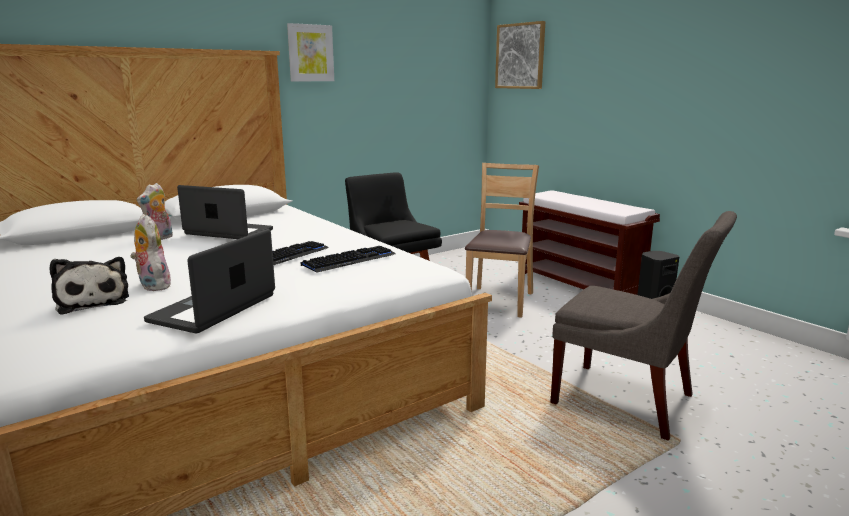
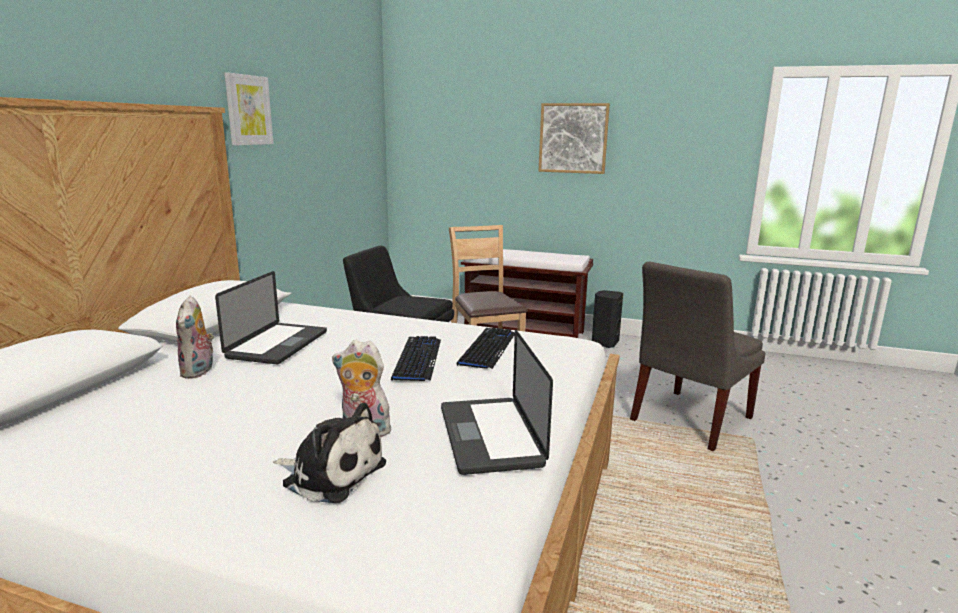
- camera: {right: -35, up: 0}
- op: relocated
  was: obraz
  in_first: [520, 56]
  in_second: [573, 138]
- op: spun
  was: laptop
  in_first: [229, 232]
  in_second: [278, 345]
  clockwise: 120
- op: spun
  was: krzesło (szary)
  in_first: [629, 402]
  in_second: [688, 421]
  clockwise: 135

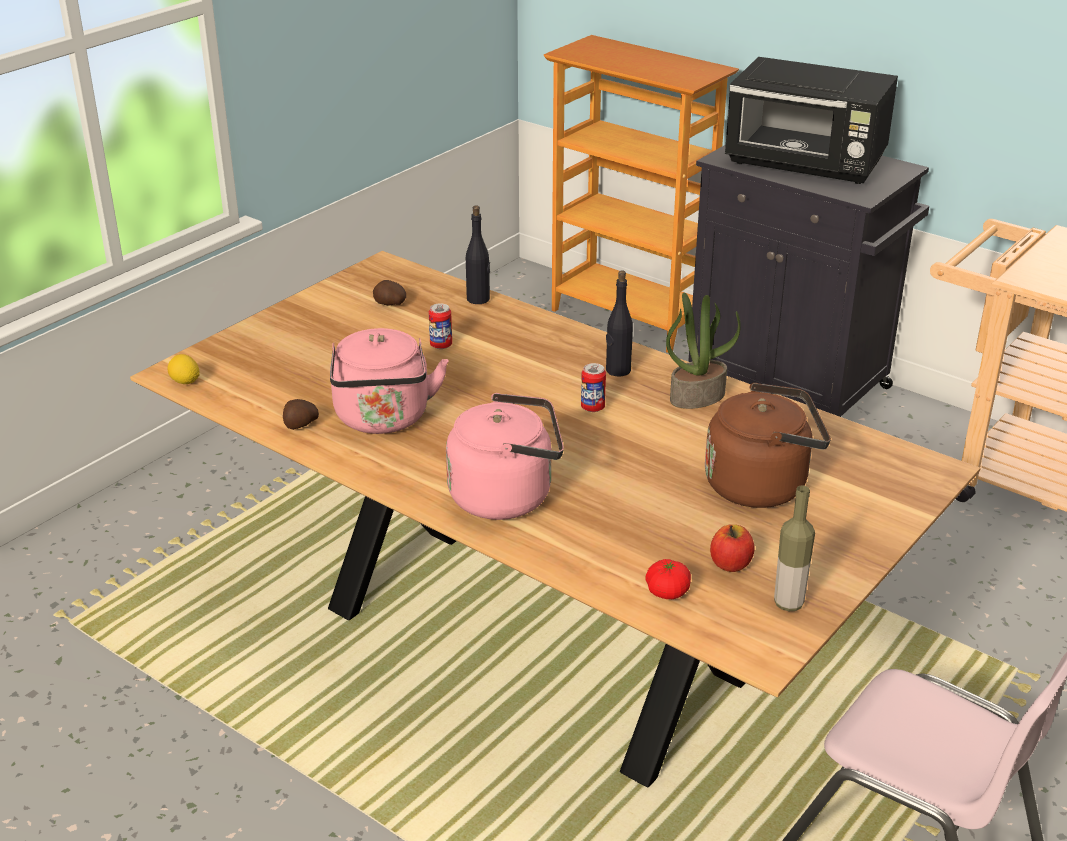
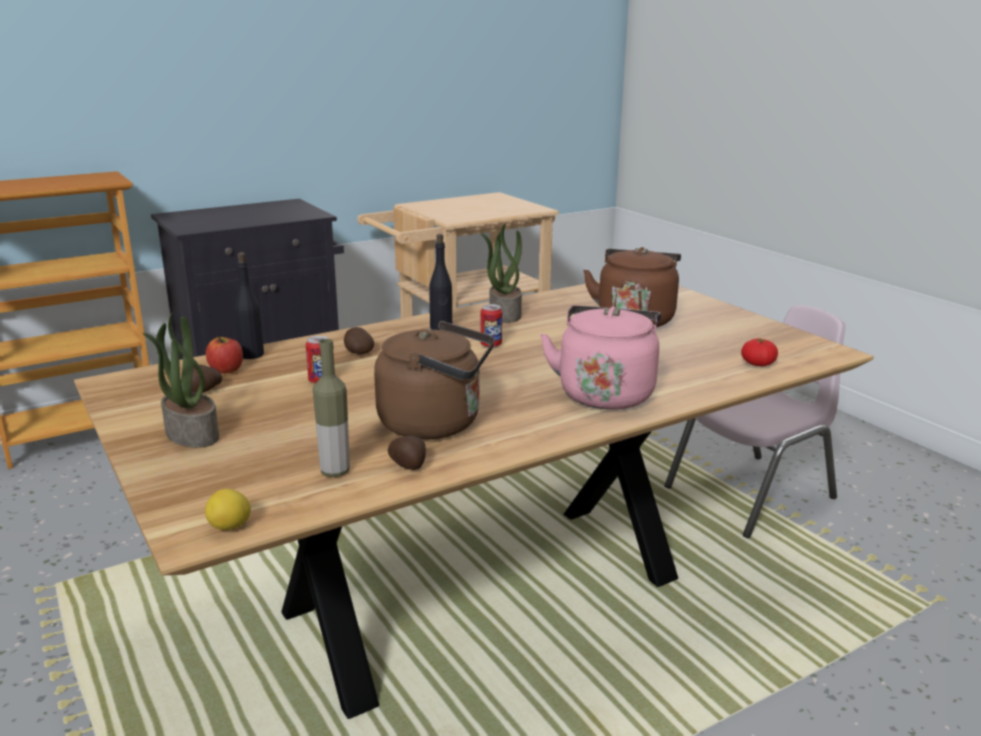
- camera: {right: -70, up: -10}
- op: missing
  was: mikrofalówka (czarny)
  in_first: [806, 164]
- op: colour
  was: czajnik (różowy)
  now: czajnik (brązowy)
  in_first: [383, 420]
  in_second: [436, 424]
- op: relocated
  was: butelka
  in_first: [788, 603]
  in_second: [335, 471]
- op: relocated
  was: jabłko
  in_first: [730, 564]
  in_second: [226, 370]
- op: appeared
  now: roślina doniczkowa
  in_second: [190, 434]
- op: appeared
  now: ziemniak
  in_second: [358, 353]

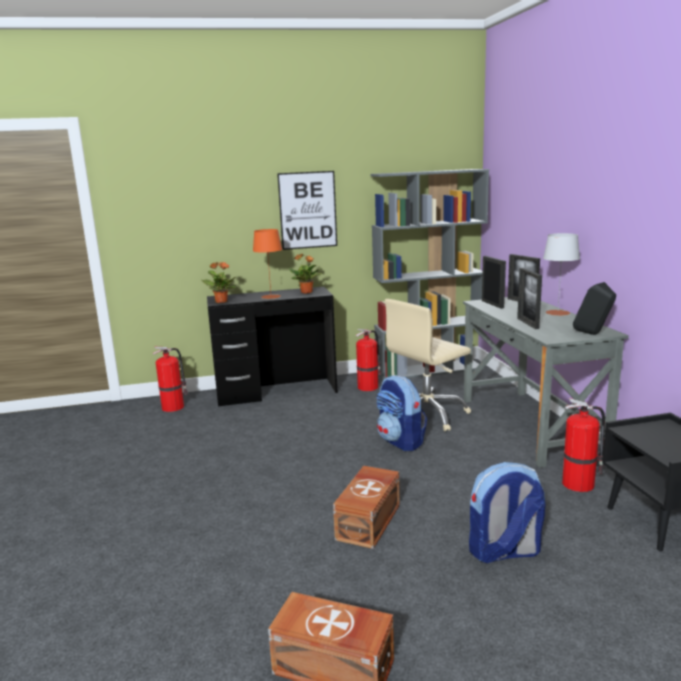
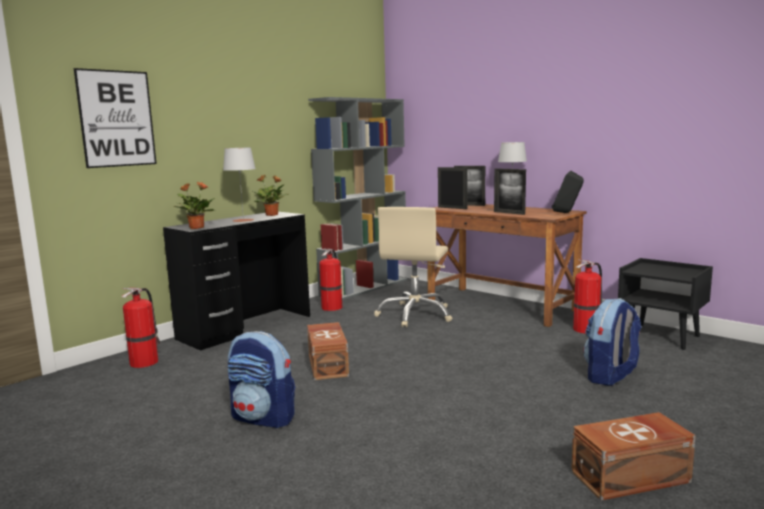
- camera: {right: -35, up: -5}
- op: relocated
  was: obraz
  in_first: [308, 210]
  in_second: [117, 118]
- op: colour
  was: lampa stołowa (pomarańczowy)
  now: lampa stołowa (szary)
  in_first: [271, 297]
  in_second: [243, 220]
- op: colour
  was: biurko (szary)
  now: biurko (brązowy)
  in_first: [530, 425]
  in_second: [501, 305]
- op: relocated
  was: plecak
  in_first: [401, 441]
  in_second: [264, 418]
- op: relocated
  was: pojemnik do przechowywania (brązowy)
  in_first: [370, 521]
  in_second: [329, 364]

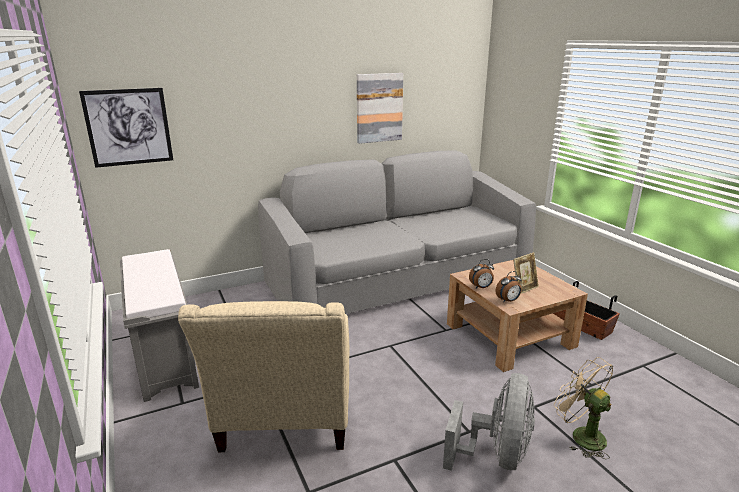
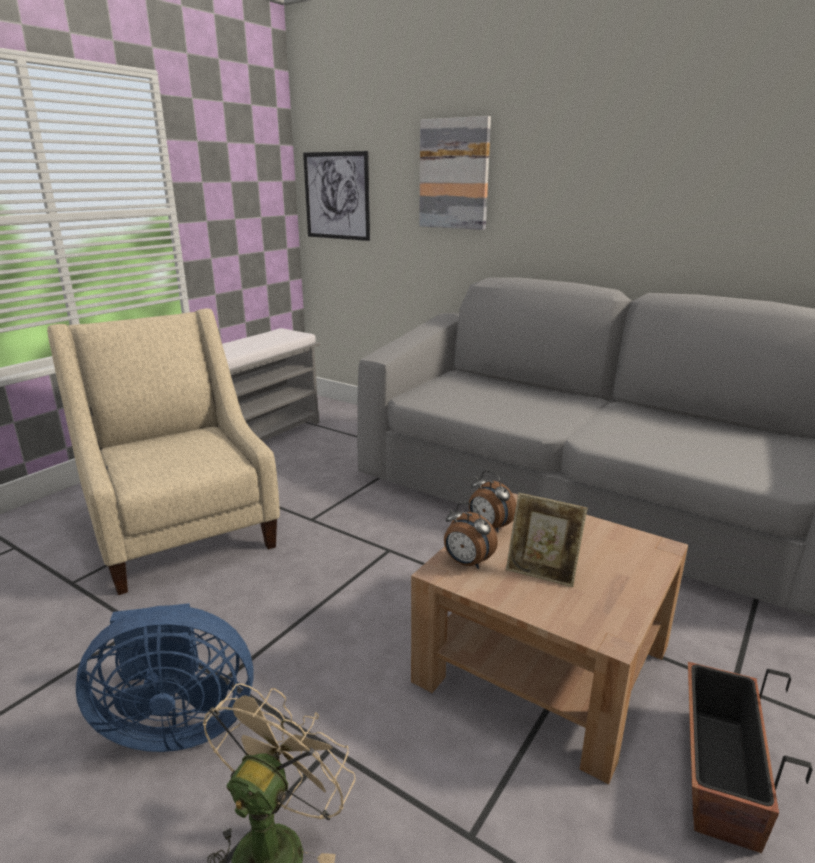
- camera: {right: 60, up: 0}
- op: relocated
  was: obraz
  in_first: [379, 108]
  in_second: [454, 174]
- op: spun
  was: fotel (beżowy)
  in_first: [285, 422]
  in_second: [182, 531]
  clockwise: 90
- op: colour
  was: wentylator (szary)
  now: wentylator (niebieski)
  in_first: [496, 455]
  in_second: [176, 725]

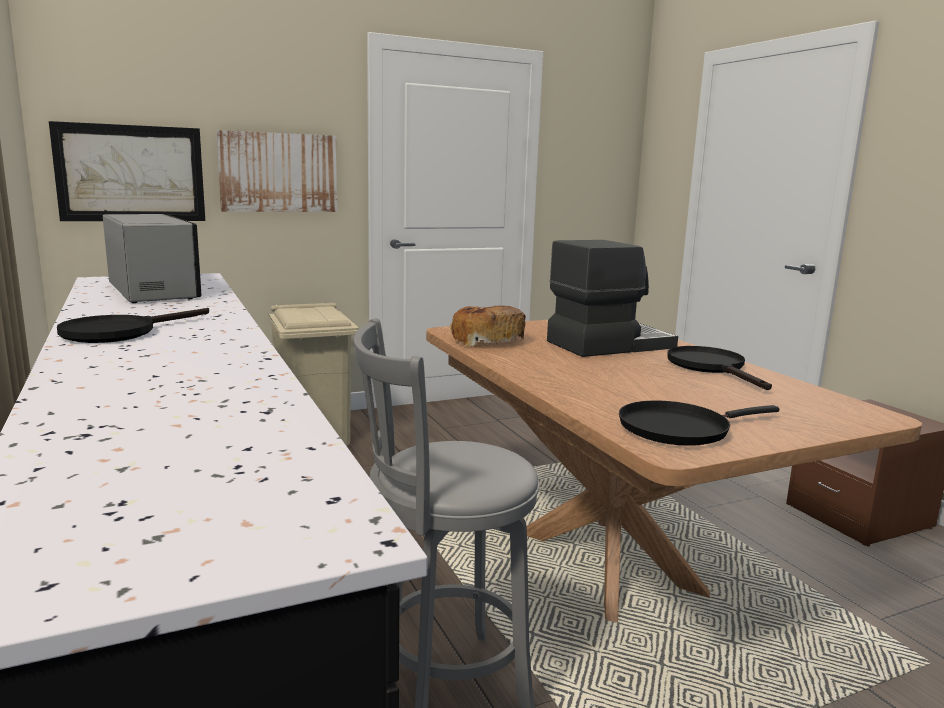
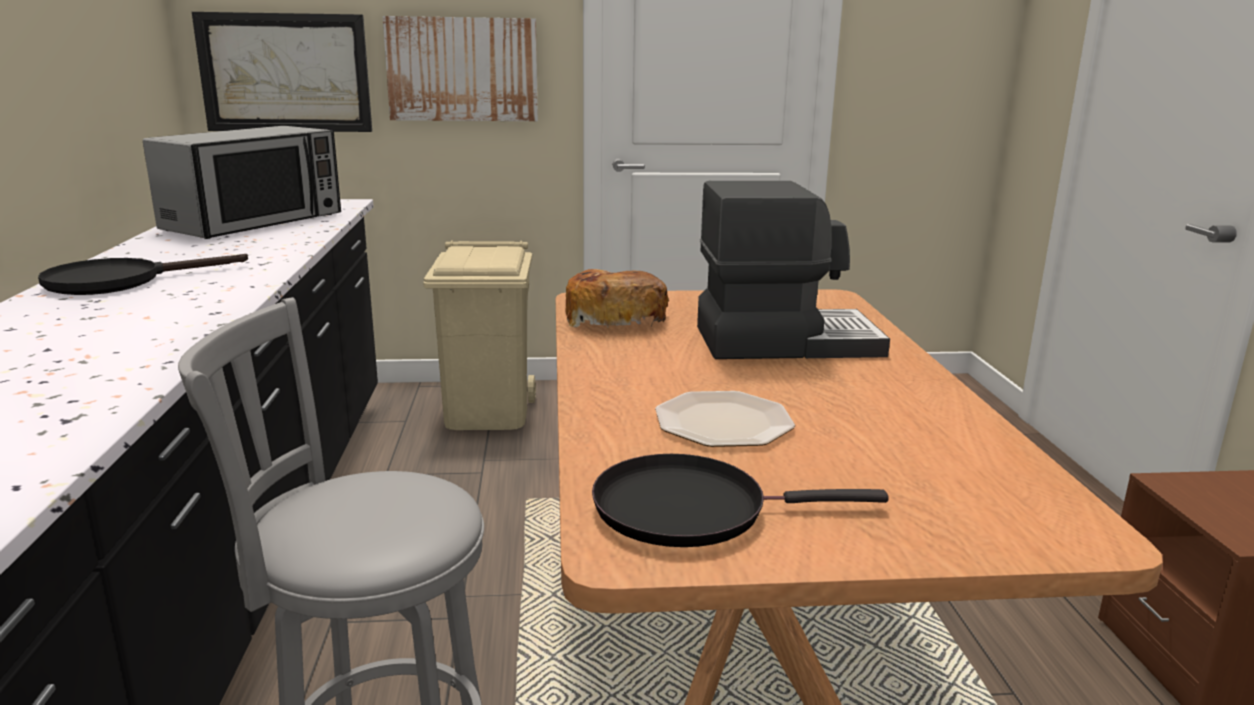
- camera: {right: 20, up: 5}
- op: spun
  was: mikrofalówka
  in_first: [153, 290]
  in_second: [255, 222]
  clockwise: 45
- op: missing
  was: patelnia (czarny)
  in_first: [711, 367]
- op: appeared
  now: talerz
  in_second: [723, 423]

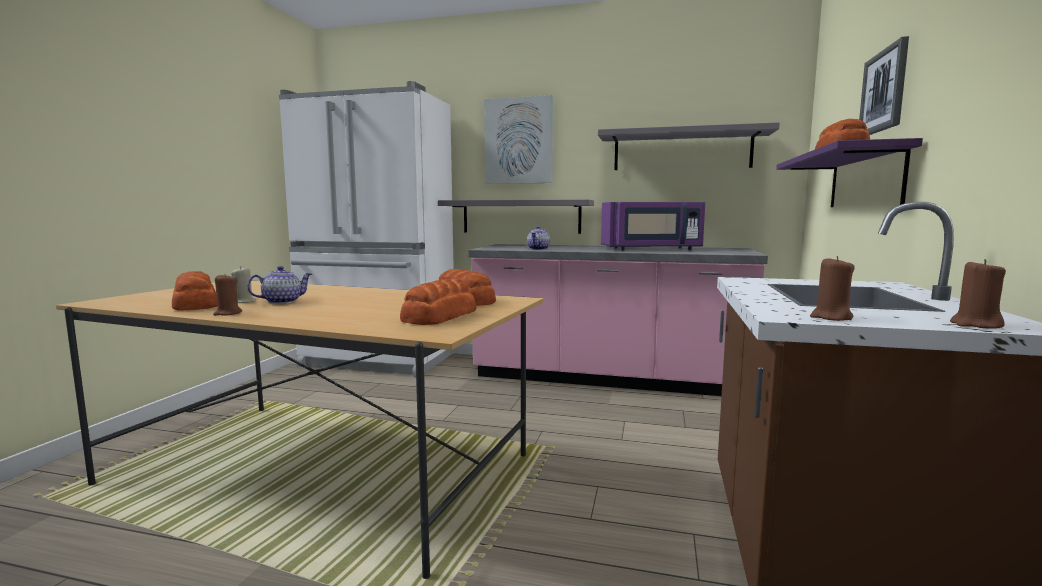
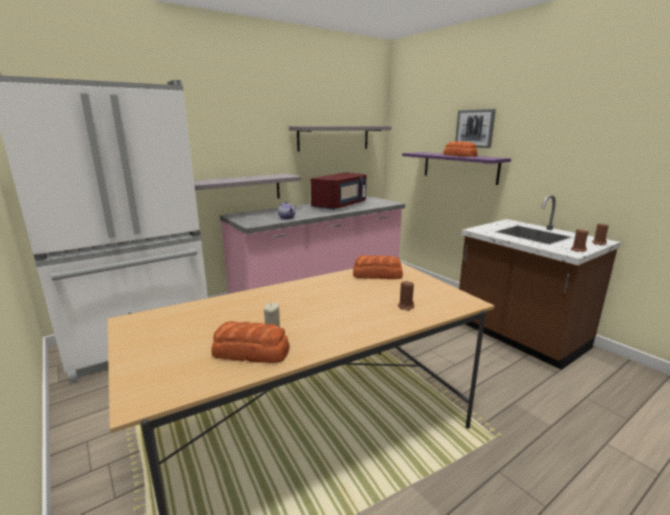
- camera: {right: -50, up: 10}
- op: missing
  was: obraz
  in_first: [519, 141]
- op: colour
  was: mikrofalówka (fioletowy)
  now: mikrofalówka (czerwony)
  in_first: [652, 249]
  in_second: [340, 206]
- op: missing
  was: imbryk
  in_first: [282, 301]
- op: relocated
  was: świeca (brązowy)
  in_first: [227, 313]
  in_second: [406, 306]
- op: missing
  was: chleb
  in_first: [439, 316]

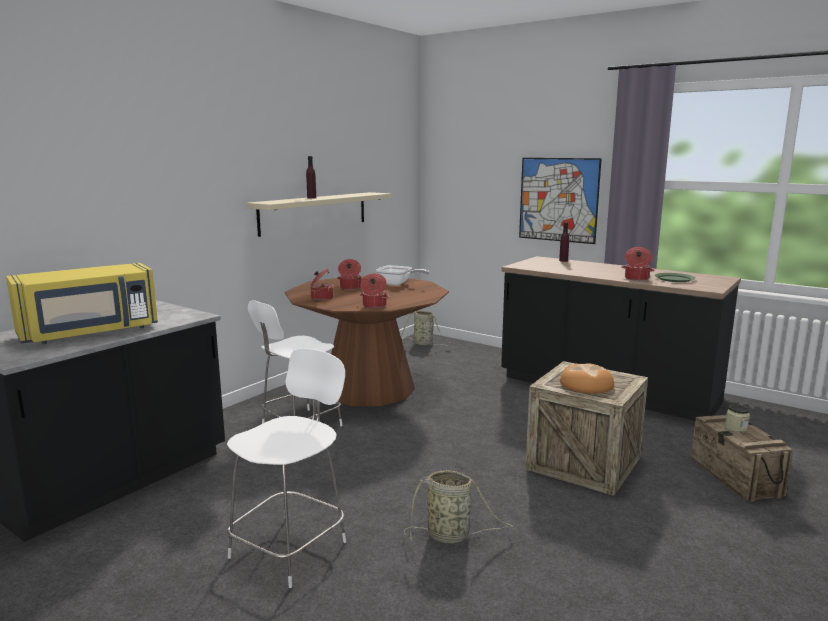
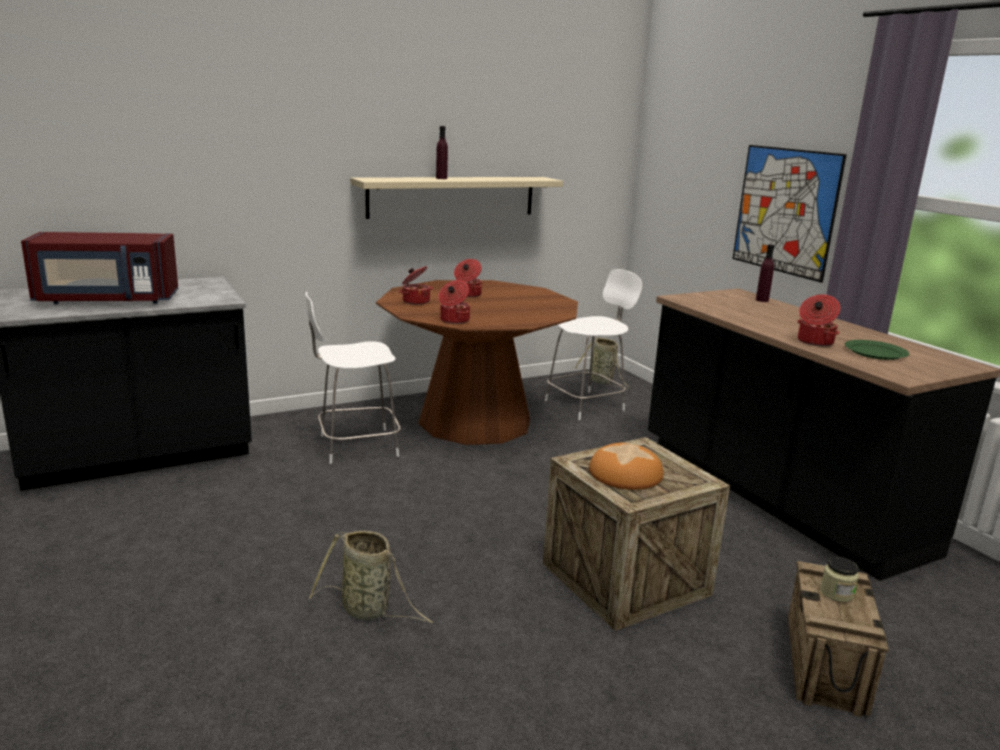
- camera: {right: 25, up: 5}
- op: colour
  was: mikrofalówka (żółty)
  now: mikrofalówka (czerwony)
  in_first: [90, 333]
  in_second: [107, 300]
- op: missing
  was: patelnia
  in_first: [398, 284]
- op: relocated
  was: krzesło (biały)
  in_first: [291, 547]
  in_second: [587, 405]

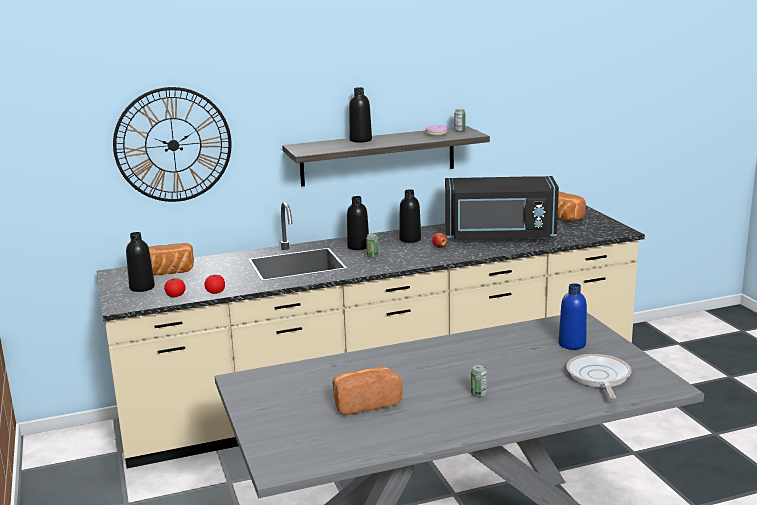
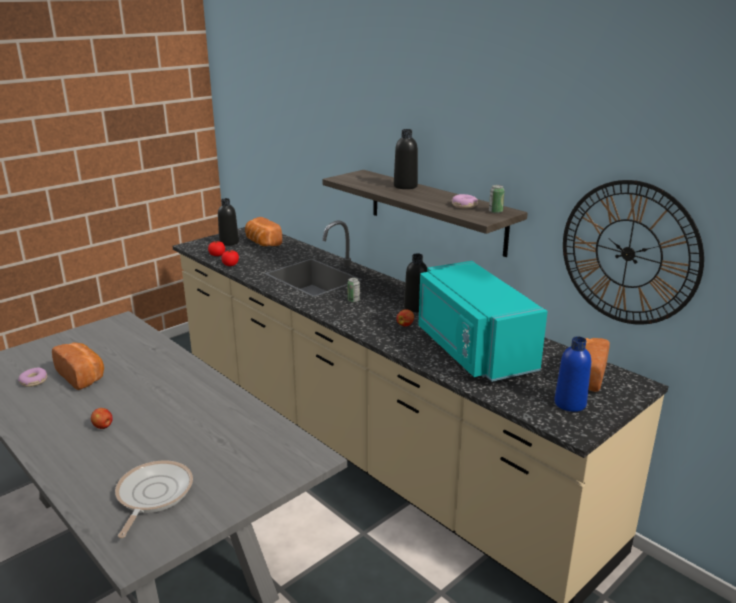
- camera: {right: 65, up: 5}
- op: relocated
  was: zegar ścienny
  in_first: [173, 145]
  in_second: [628, 253]
- op: colour
  was: mikrofalówka (czarny)
  now: mikrofalówka (turkusowy)
  in_first: [500, 236]
  in_second: [472, 350]
- op: missing
  was: butelka (czarny)
  in_first: [358, 247]
- op: relocated
  was: butelka (niebieski)
  in_first: [572, 344]
  in_second: [570, 403]
- op: spun
  was: patelnia
  in_first: [598, 377]
  in_second: [152, 495]
  clockwise: -60
- op: exchanged
  was: puszka
  now: jabłko
  in_first: [478, 394]
  in_second: [103, 426]
- op: appeared
  now: donut
  in_second: [34, 381]

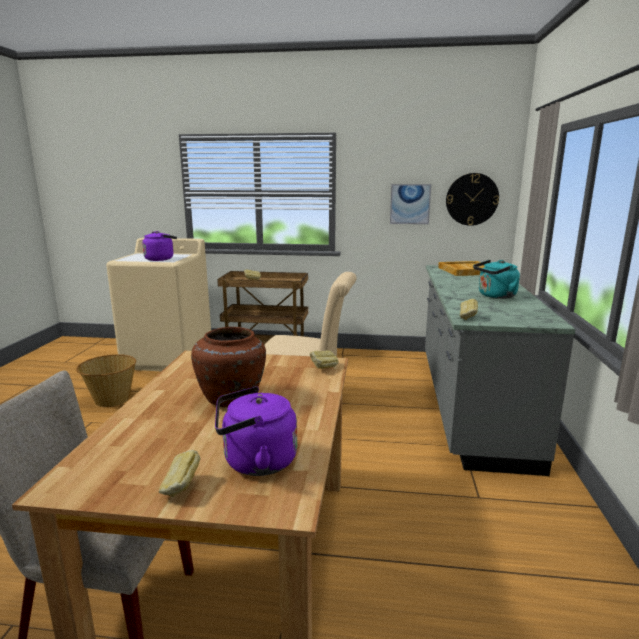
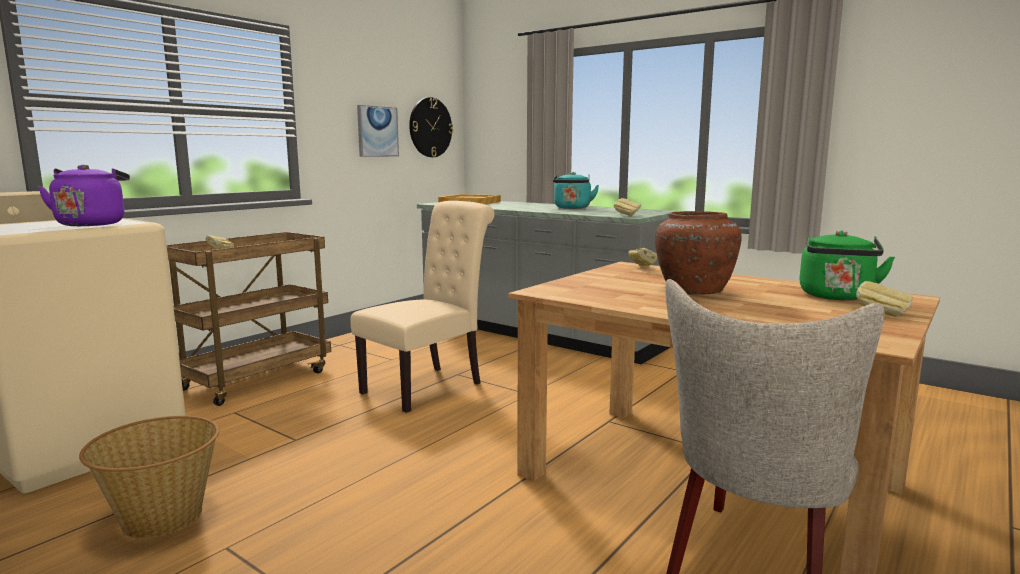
- camera: {right: -60, up: -5}
- op: colour
  was: czajnik (fioletowy)
  now: czajnik (zielony)
  in_first: [255, 462]
  in_second: [836, 297]

